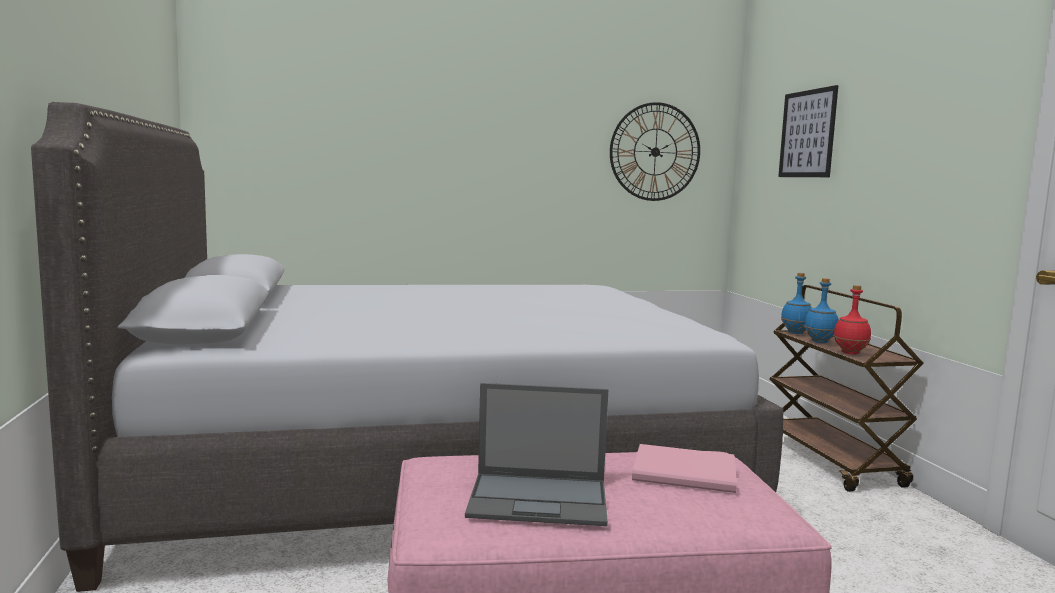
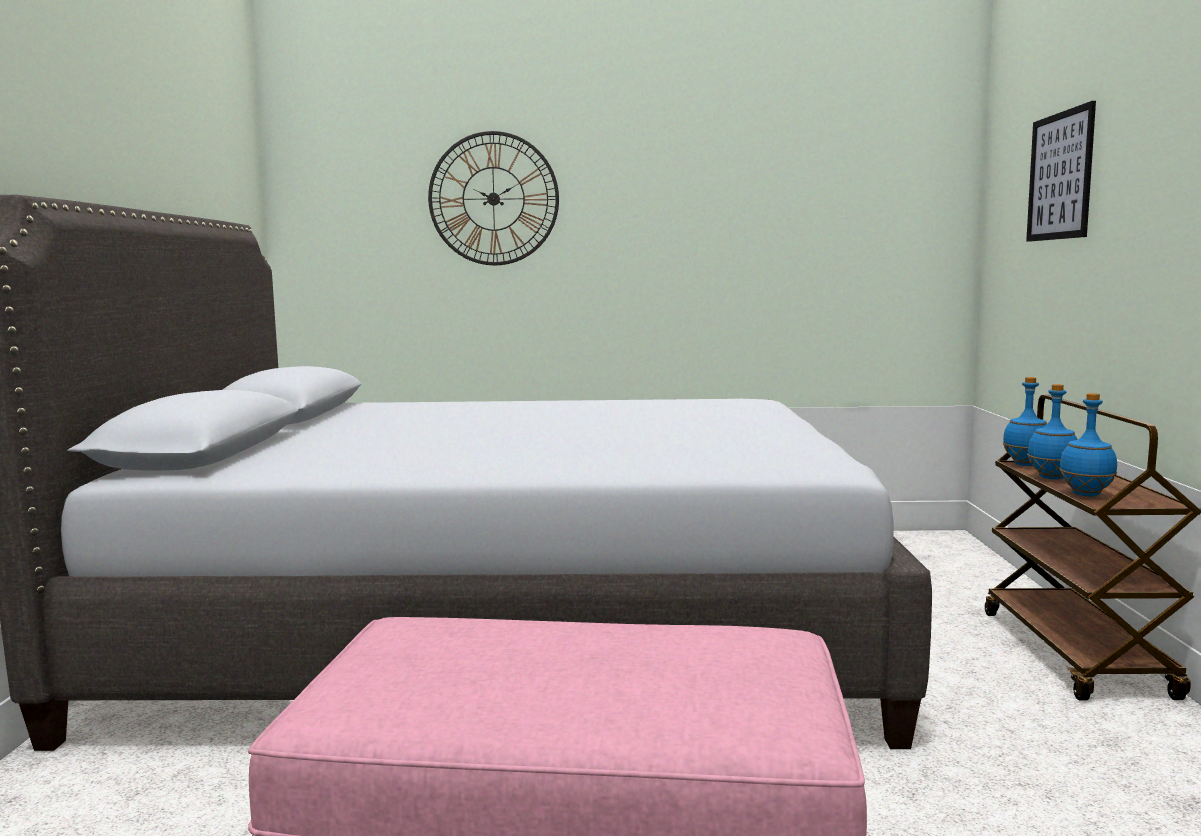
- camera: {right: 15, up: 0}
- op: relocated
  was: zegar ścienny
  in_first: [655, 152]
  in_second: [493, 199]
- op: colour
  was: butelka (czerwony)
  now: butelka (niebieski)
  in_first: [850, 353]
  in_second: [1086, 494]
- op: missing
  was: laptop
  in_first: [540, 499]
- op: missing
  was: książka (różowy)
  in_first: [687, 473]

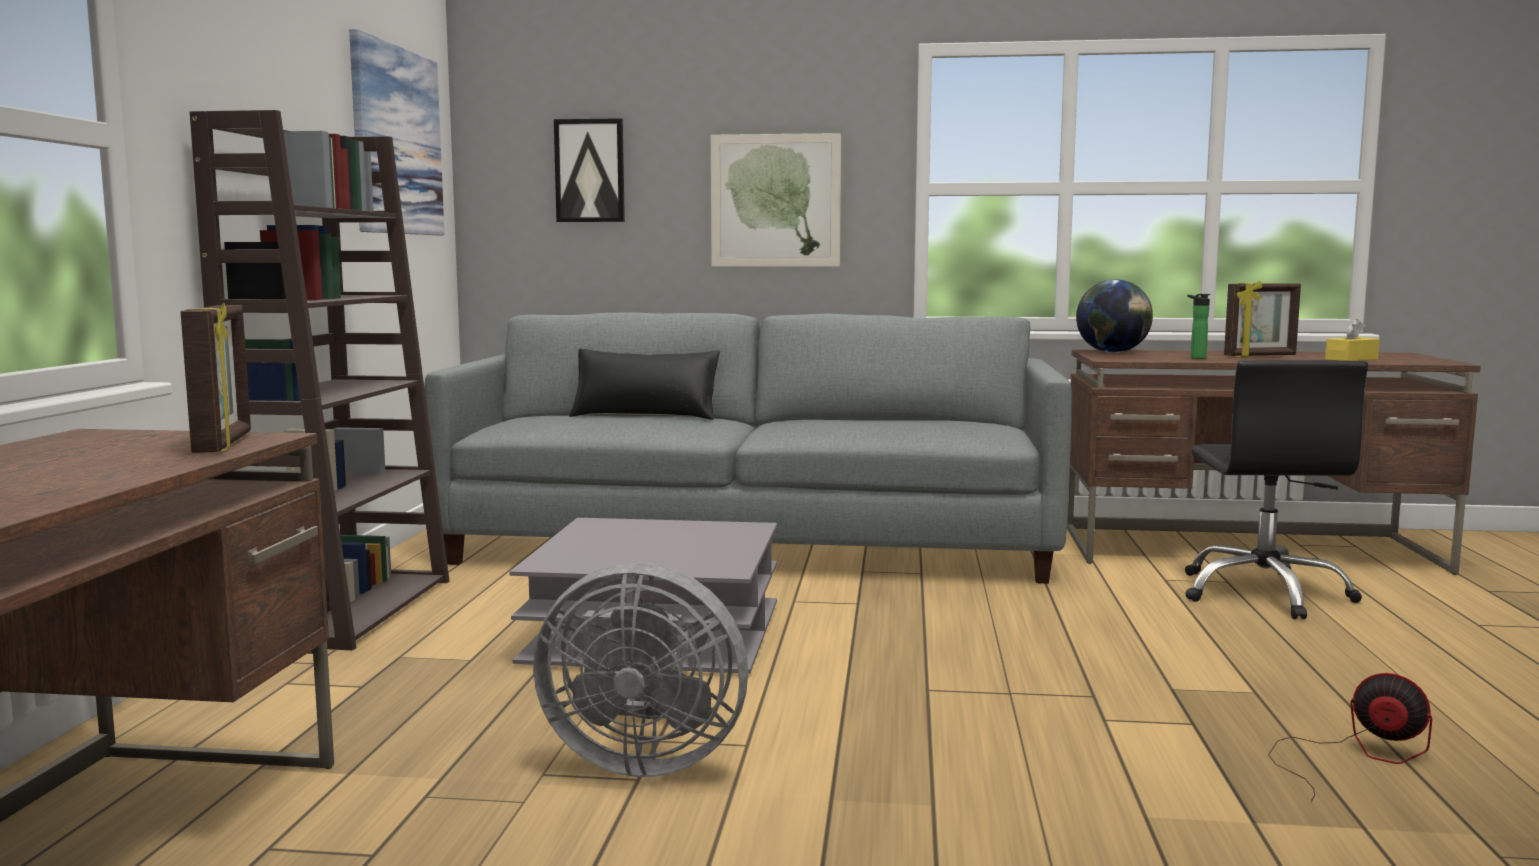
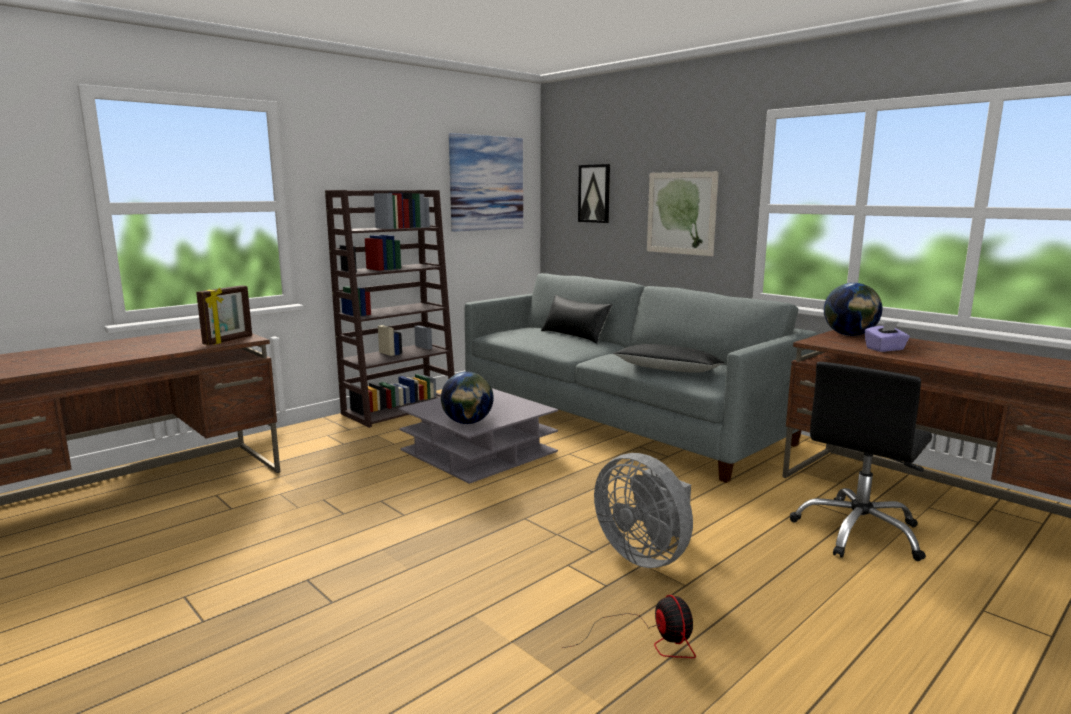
- camera: {right: 40, up: 5}
- op: missing
  was: ramka na zdjęcie
  in_first: [1260, 356]
- op: exchanged
  was: butelka
  now: pudełko chusteczek (fioletowy)
  in_first: [1195, 358]
  in_second: [885, 349]
- op: missing
  was: pudełko chusteczek (żółty)
  in_first: [1351, 359]
- op: relocated
  was: wentylator (szary)
  in_first: [641, 759]
  in_second: [645, 554]
- op: appeared
  now: poduszka (czarny)
  in_second: [668, 370]
- op: appeared
  now: globus
  in_second: [468, 422]

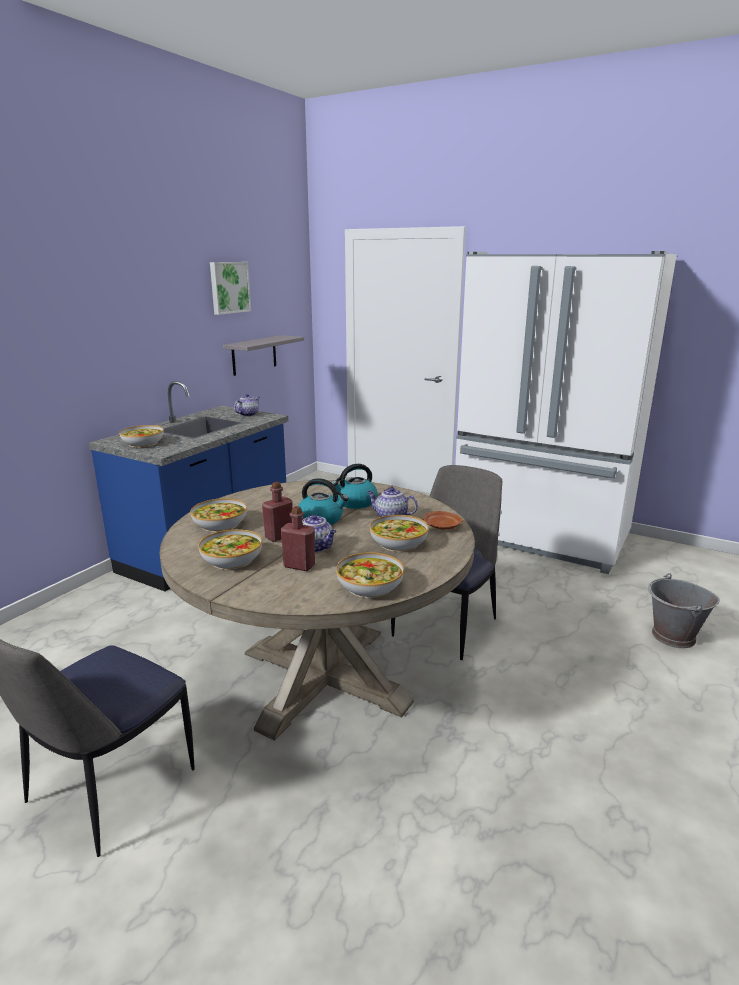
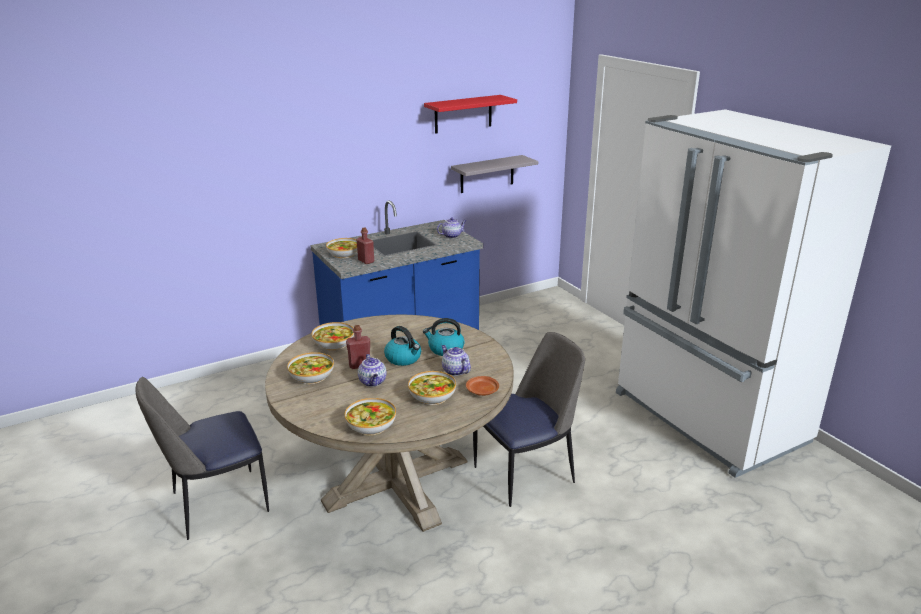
- camera: {right: 30, up: 5}
- op: exchanged
  was: obraz
  now: półka (czerwony)
  in_first: [229, 287]
  in_second: [463, 114]
- op: relocated
  was: butelka (czerwony)
  in_first: [299, 566]
  in_second: [366, 261]
- op: missing
  was: wiadro (szary)
  in_first: [673, 636]

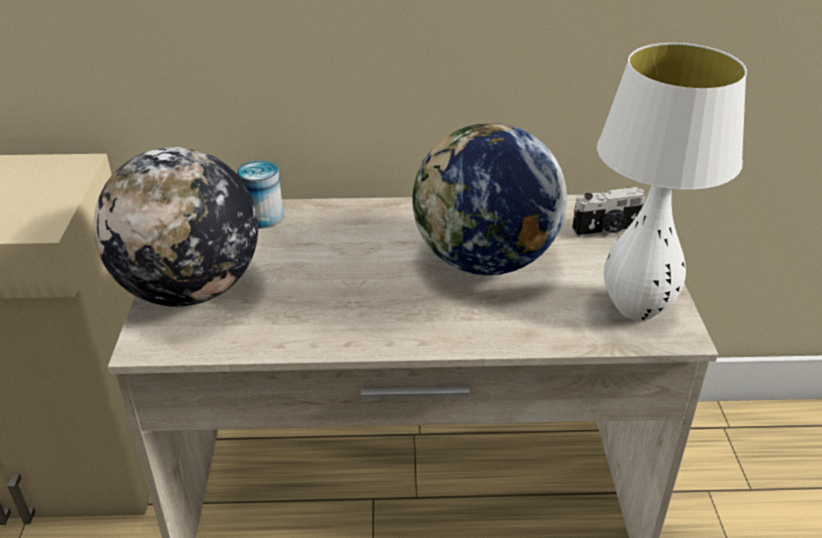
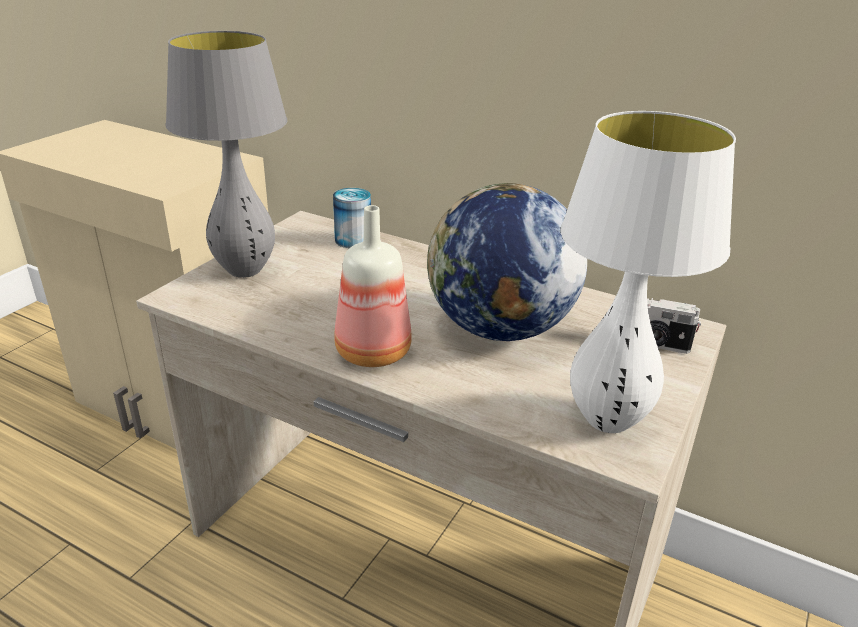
- camera: {right: 30, up: -5}
- op: exchanged
  was: globus
  now: lampa stołowa (szary)
  in_first: [190, 290]
  in_second: [245, 271]
- op: appeared
  now: butelka
  in_second: [372, 354]

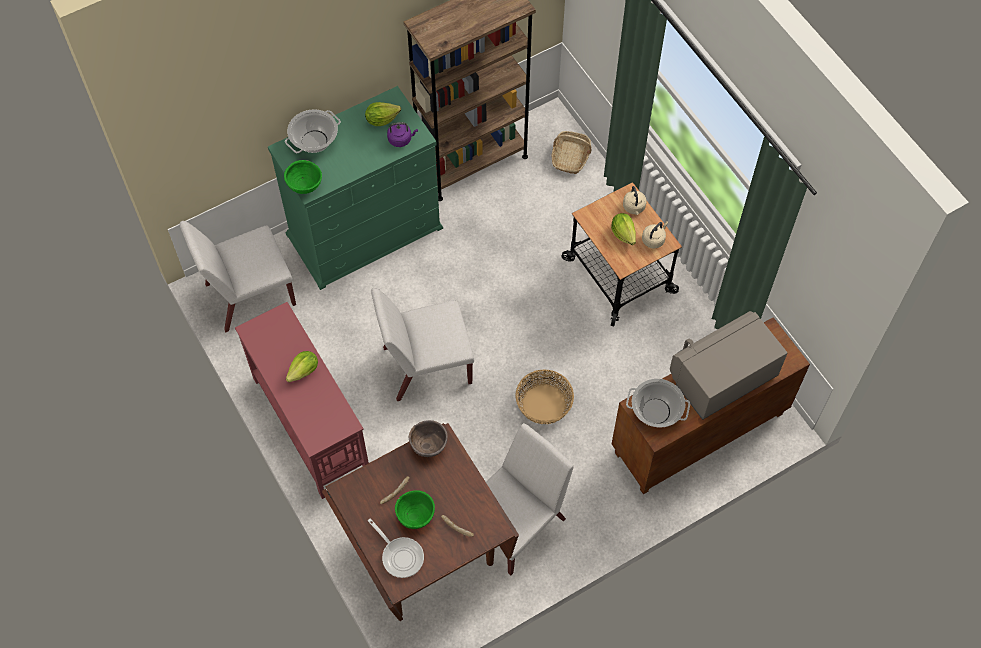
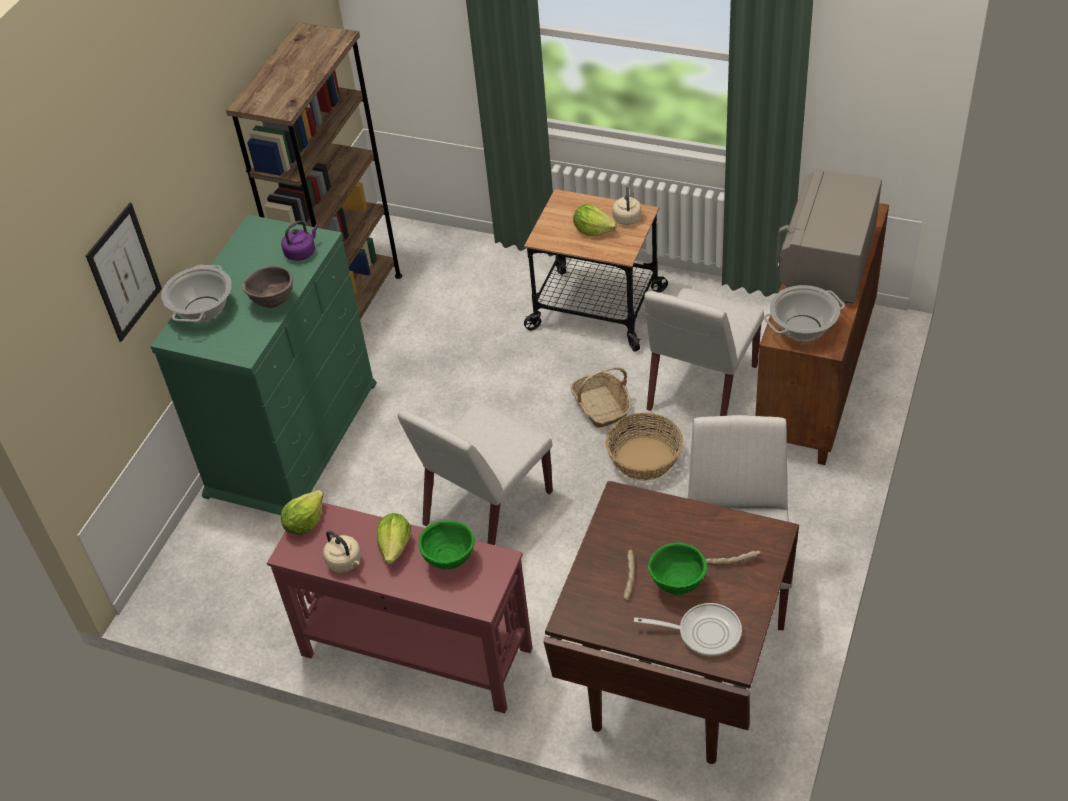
- camera: {right: -35, up: -15}
- op: relocated
  was: sałata
  in_first: [381, 119]
  in_second: [304, 523]
- op: relocated
  was: koszyk
  in_first: [570, 157]
  in_second: [601, 407]
- op: relocated
  was: miska (zielony)
  in_first: [305, 187]
  in_second: [449, 560]
- op: relocated
  was: czajnik (beżowy)
  in_first: [634, 208]
  in_second: [345, 562]
- op: relocated
  was: krzesło (biały)
  in_first: [249, 295]
  in_second: [701, 389]
- op: relocated
  was: miska (brązowy)
  in_first: [429, 446]
  in_second: [273, 302]
- op: appeared
  now: obraz
  in_second: [124, 272]

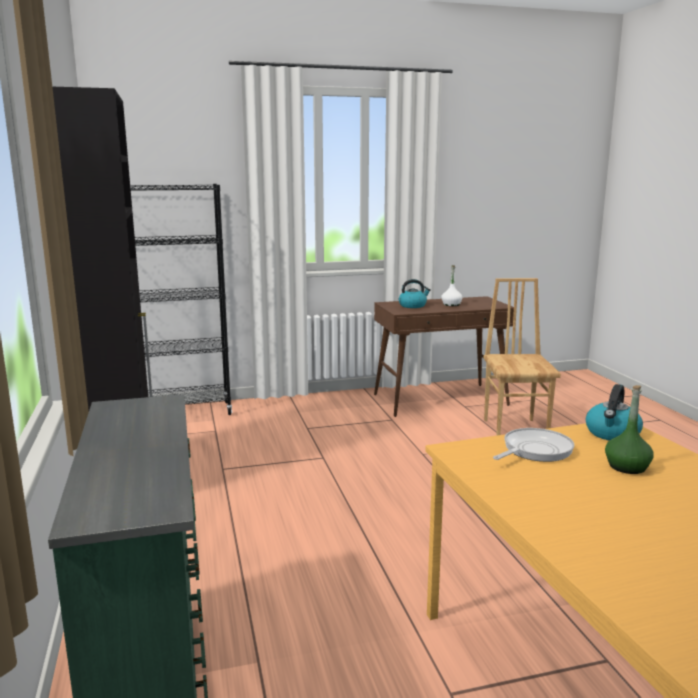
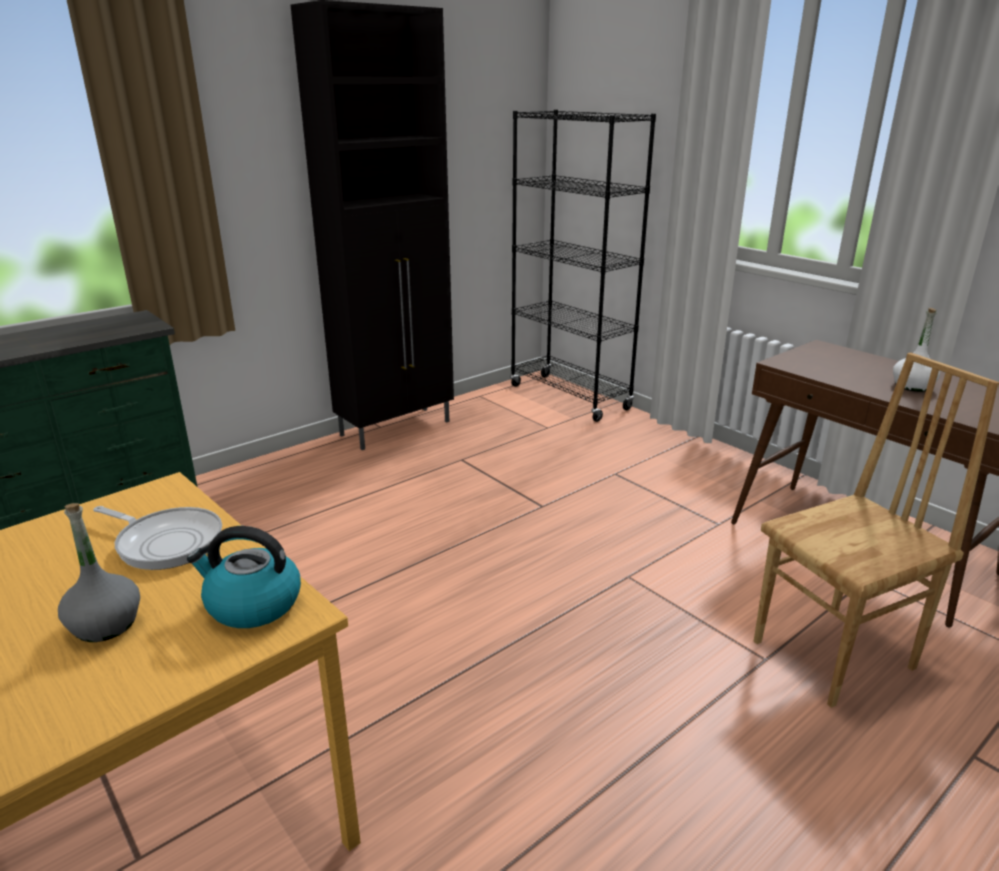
- camera: {right: 65, up: 10}
- op: missing
  was: czajnik
  in_first: [413, 306]
- op: colour
  was: butelka (zielony)
  now: butelka (szary)
  in_first: [627, 467]
  in_second: [105, 624]

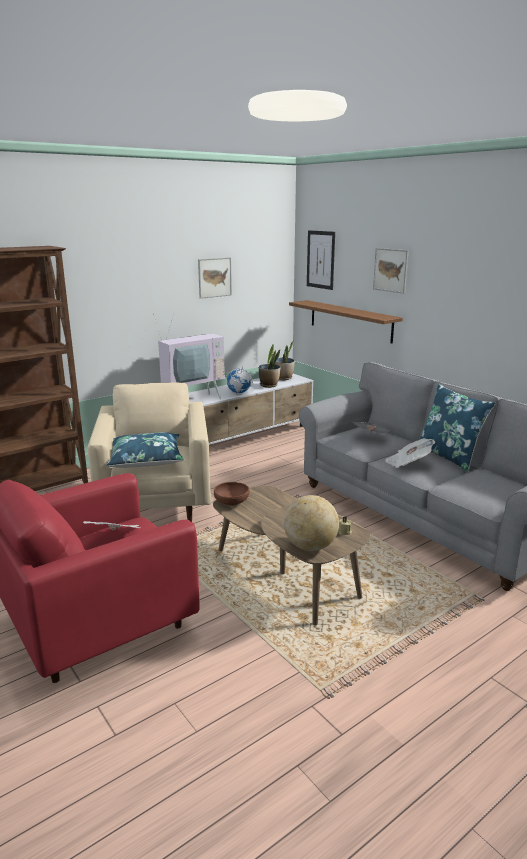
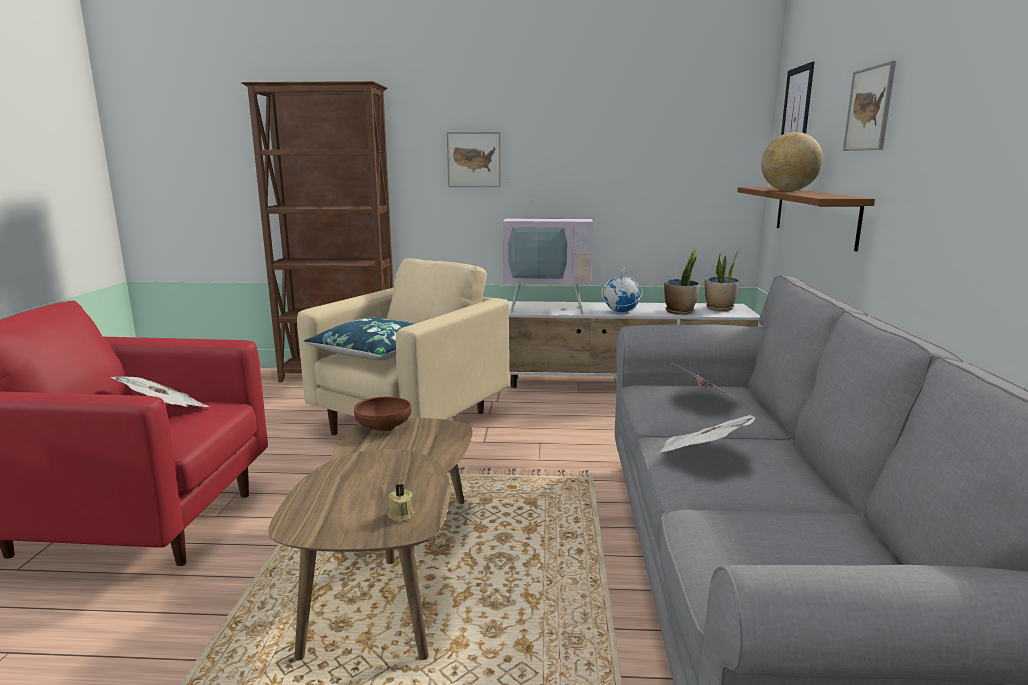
- camera: {right: 40, up: -5}
- op: relocated
  was: obraz
  in_first: [214, 277]
  in_second: [474, 159]
- op: missing
  was: poduszka (niebieski)
  in_first: [448, 456]
- op: relocated
  was: globus
  in_first: [310, 546]
  in_second: [788, 191]

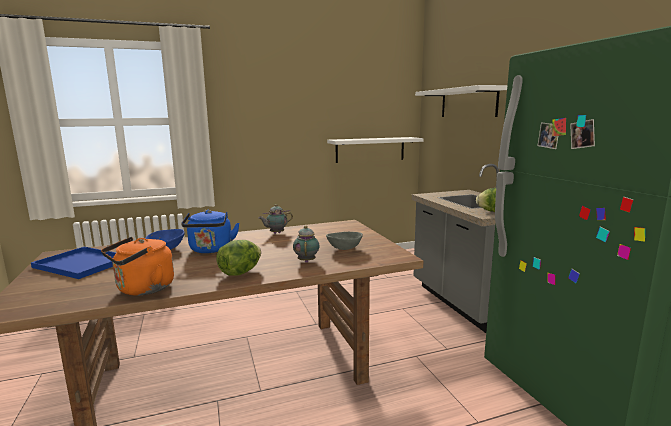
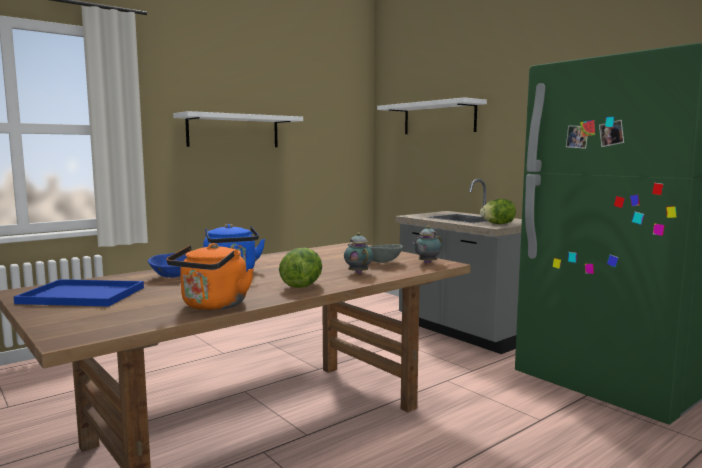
- camera: {right: -20, up: -5}
- op: relocated
  was: półka (biały)
  in_first: [370, 149]
  in_second: [233, 131]
- op: relocated
  was: imbryk
  in_first: [276, 233]
  in_second: [426, 263]

